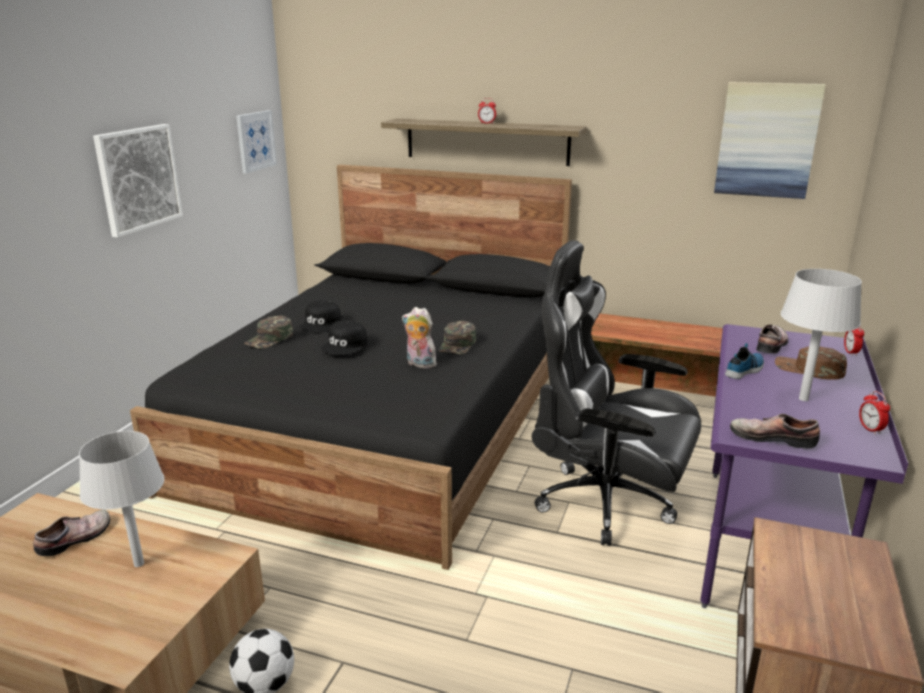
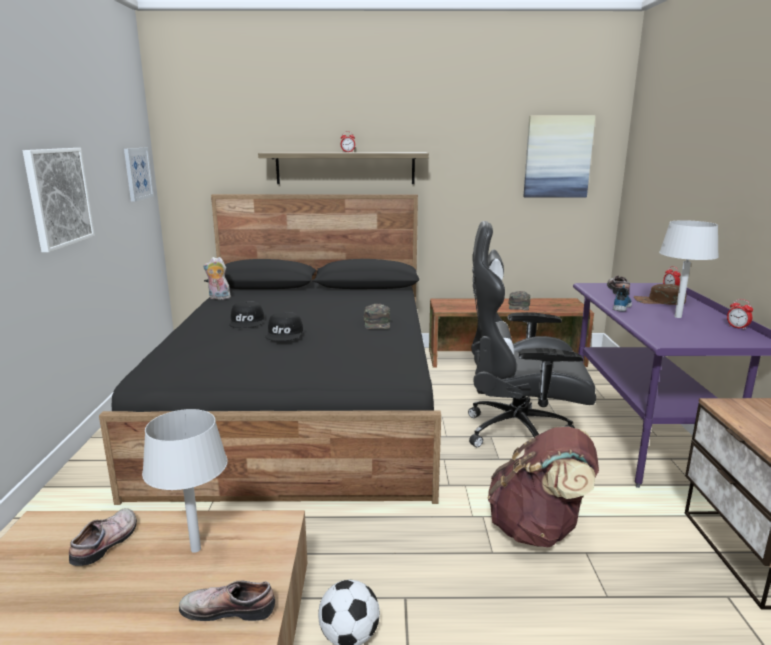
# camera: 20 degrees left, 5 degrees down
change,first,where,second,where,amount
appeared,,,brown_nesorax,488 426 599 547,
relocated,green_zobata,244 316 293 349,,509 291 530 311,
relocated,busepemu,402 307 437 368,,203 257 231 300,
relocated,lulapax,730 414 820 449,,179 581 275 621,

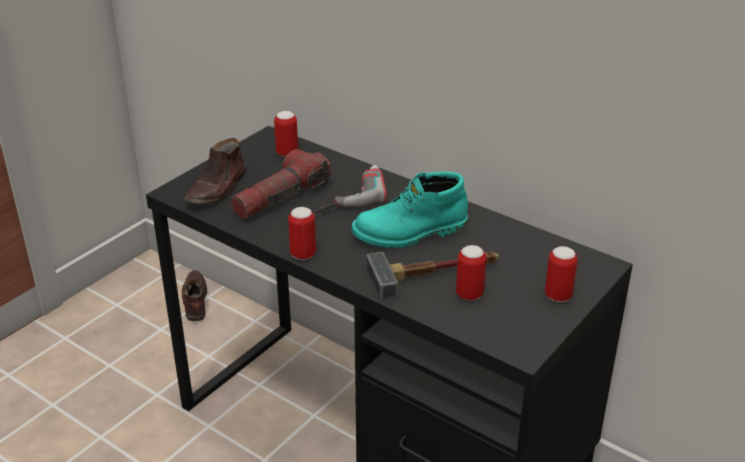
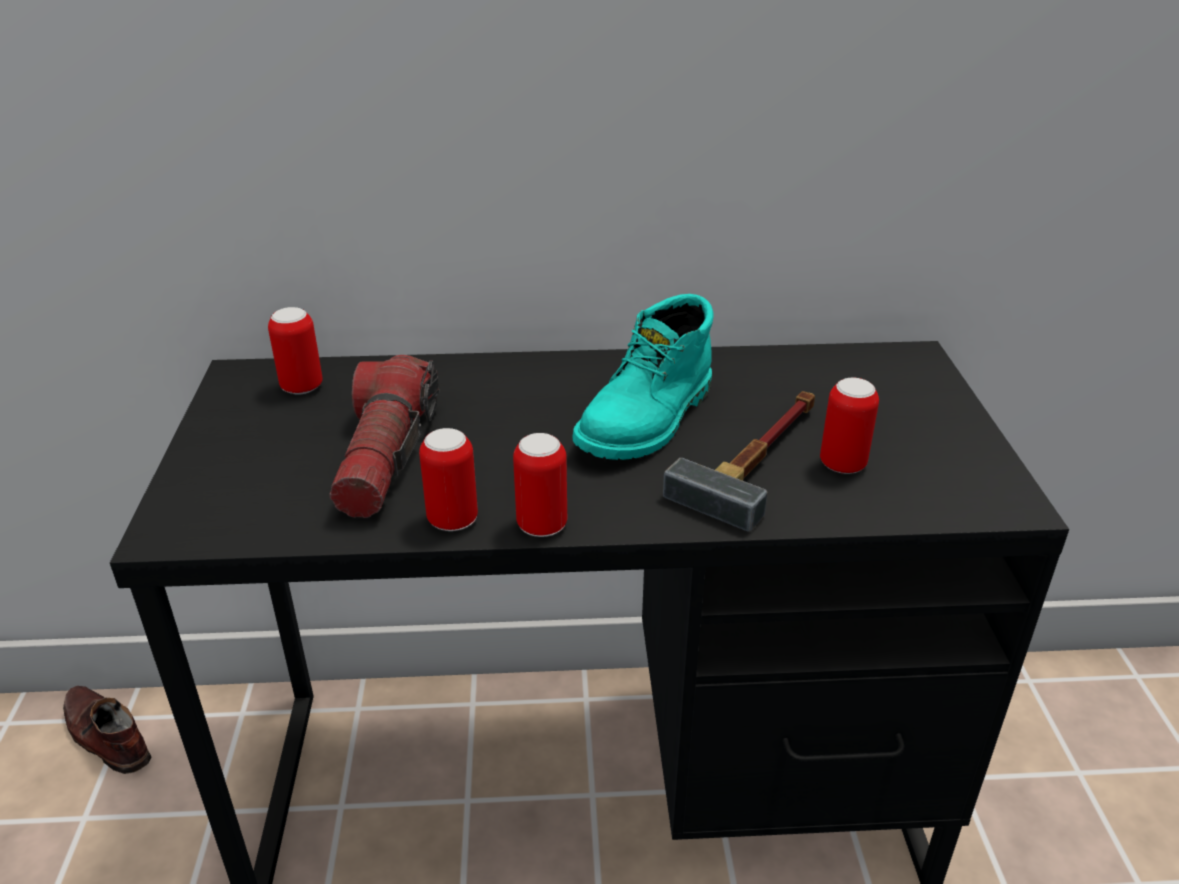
# camera: 40 degrees left, 0 degrees up
change,first,where,second,where,amount
missing,brown_lulapax,184 138 247 204,,,
missing,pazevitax,315 165 387 212,,,
relocated,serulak,545 246 578 302,,419 428 478 531,

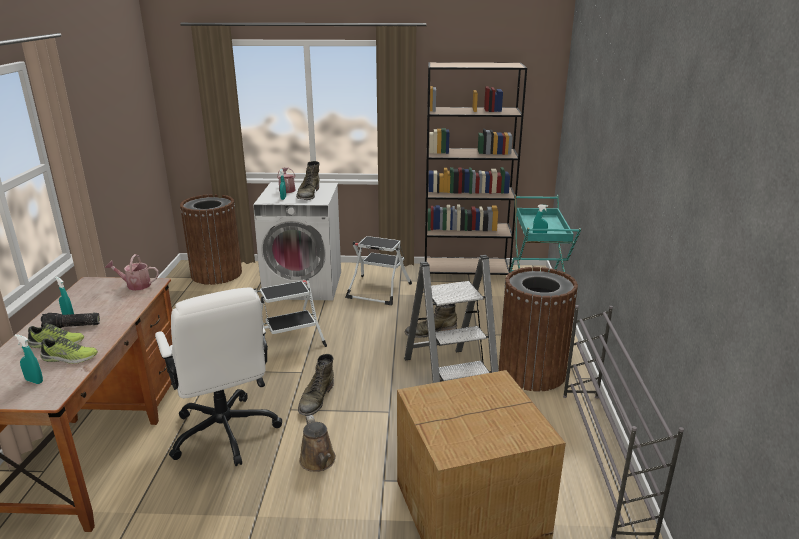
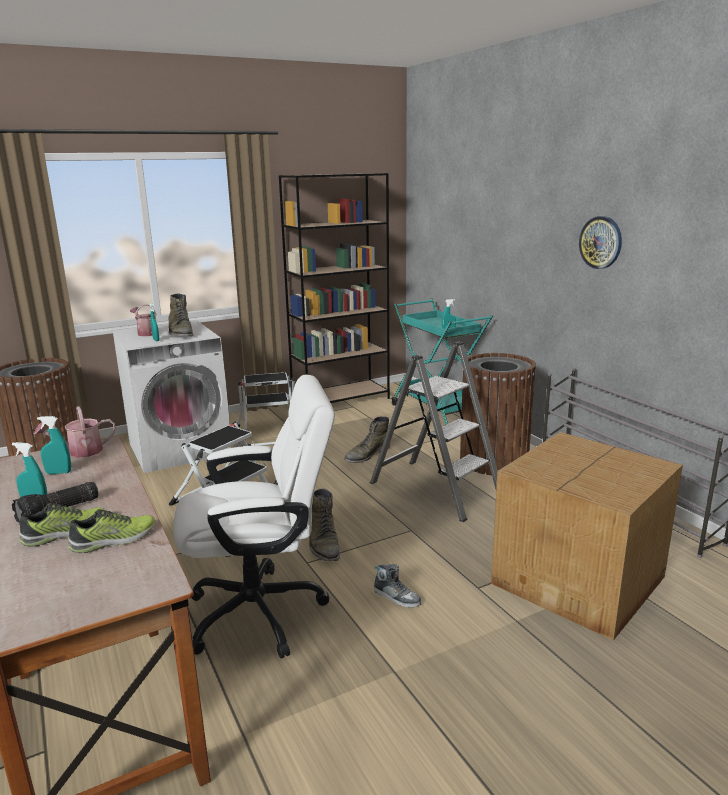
# camera: 30 degrees left, 5 degrees down
change,first,where,second,where,amount
appeared,,,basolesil,579 216 622 269,
relocated,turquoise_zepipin,14 334 43 384,,37 416 71 474,
exchanged,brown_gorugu,299 415 336 472,lulapax,374 564 421 608,
spun,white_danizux,155 288 282 466,,173 375 335 659,45 degrees counterclockwise

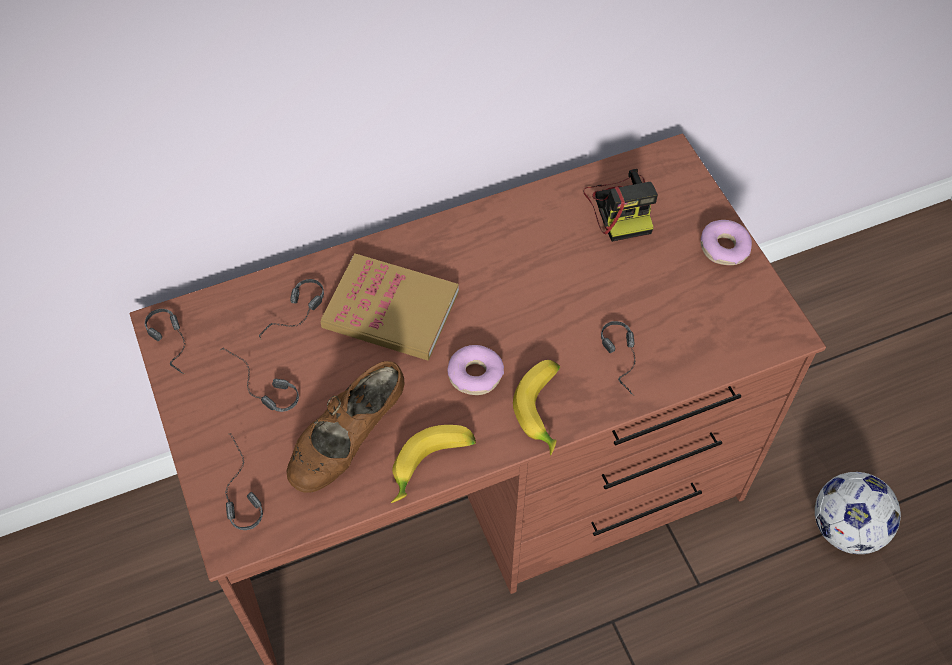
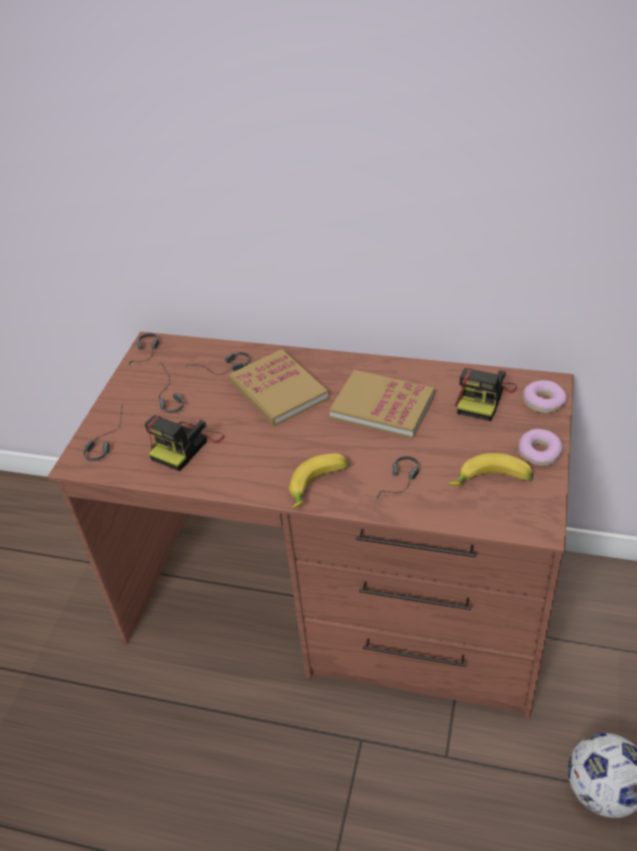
# camera: 40 degrees right, 15 degrees down
change,first,where,second,where,amount
appeared,,,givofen,329 370 435 439,
relocated,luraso,391 425 476 503,,447 453 533 486,
relocated,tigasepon,447 345 504 395,,523 380 567 413,
exchanged,brown_lulapax,287 361 404 493,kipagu,145 415 225 471,

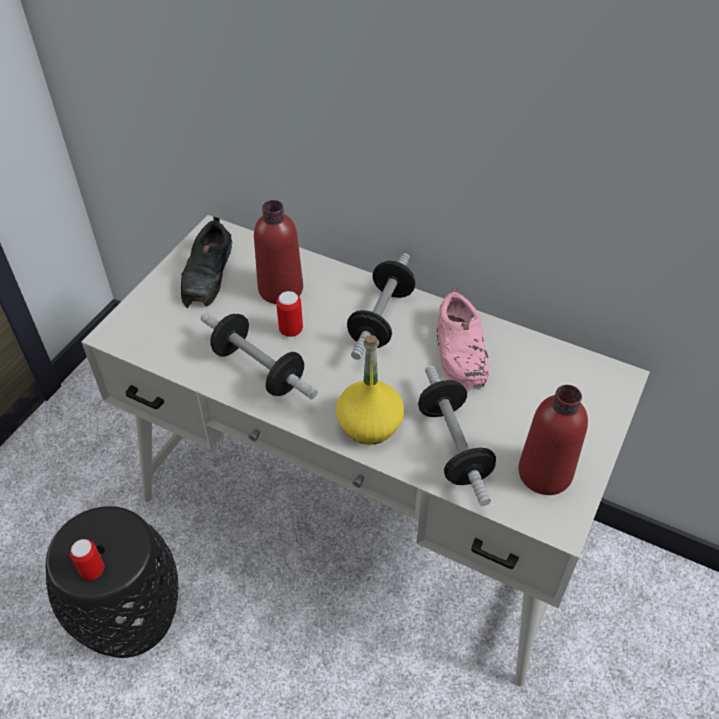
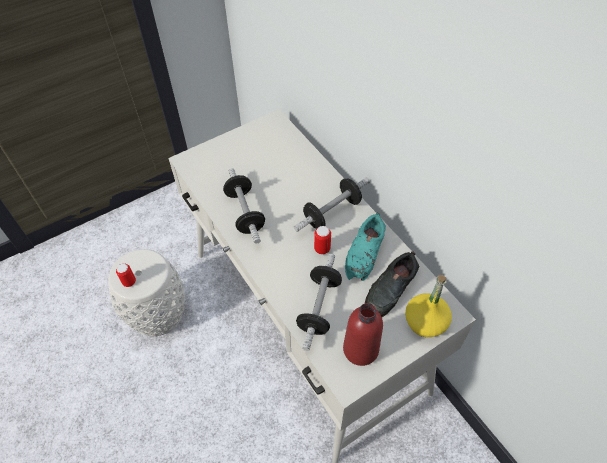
# camera: 30 degrees right, 5 degrees up
change,first,where,second,where,amount
missing,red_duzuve,254 200 303 304,,,
relocated,black_lulapax,181 217 232 308,,365 251 419 317,
relocated,serulak,276 291 303 337,,314 226 331 255,
relocated,yellow_duzuve,336 335 404 444,,405 275 452 337,
colour,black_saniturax,46 506 178 658,white_saniturax,109 249 185 336,
colour,pink_lulapax,437 289 489 393,turquoise_lulapax,345 212 386 281,

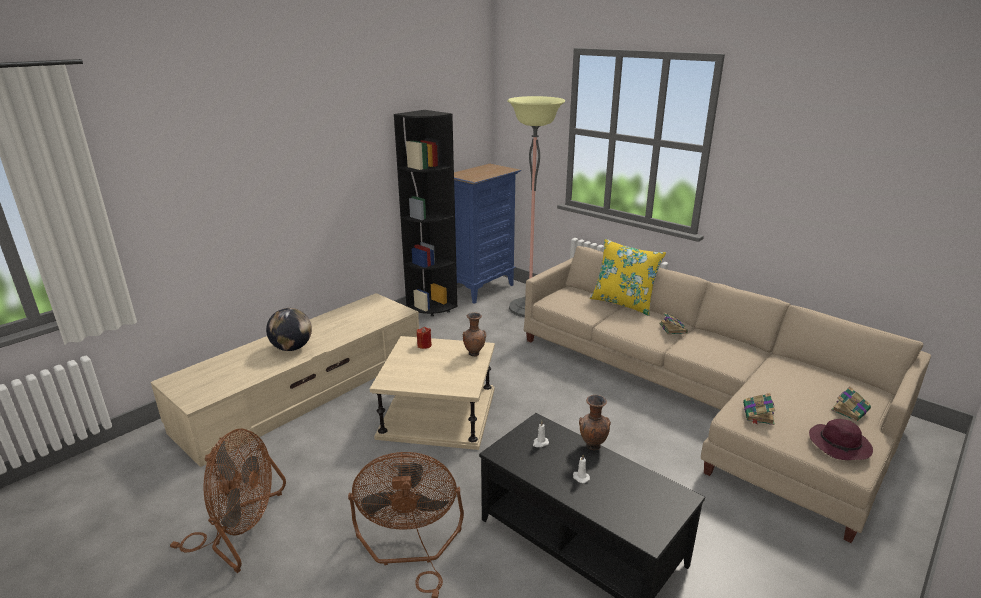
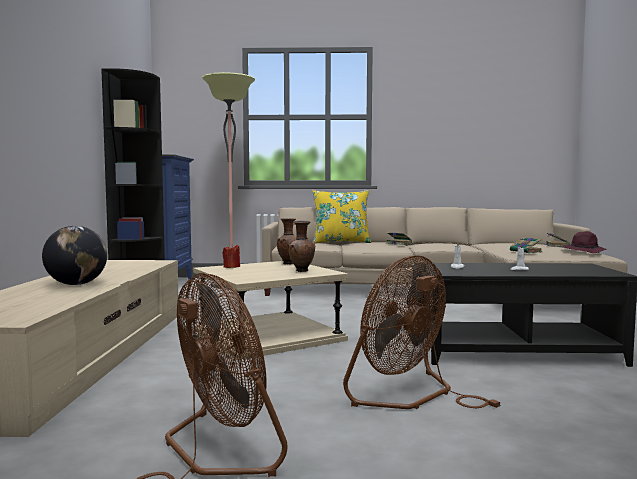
# camera: 40 degrees left, 20 degrees down
change,first,where,second,where,amount
relocated,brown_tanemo,579 395 611 450,,287 221 315 272,

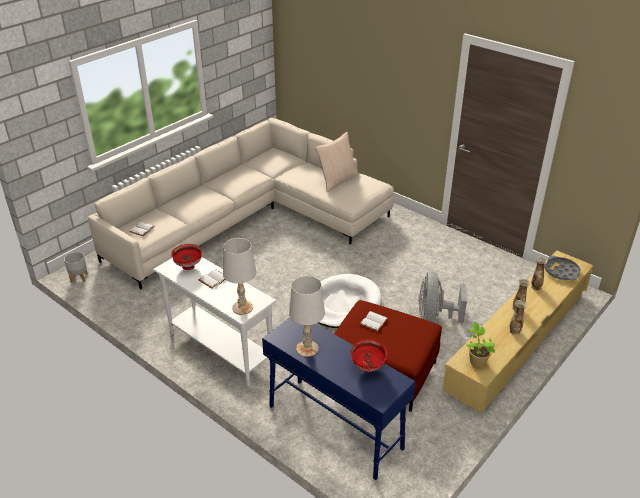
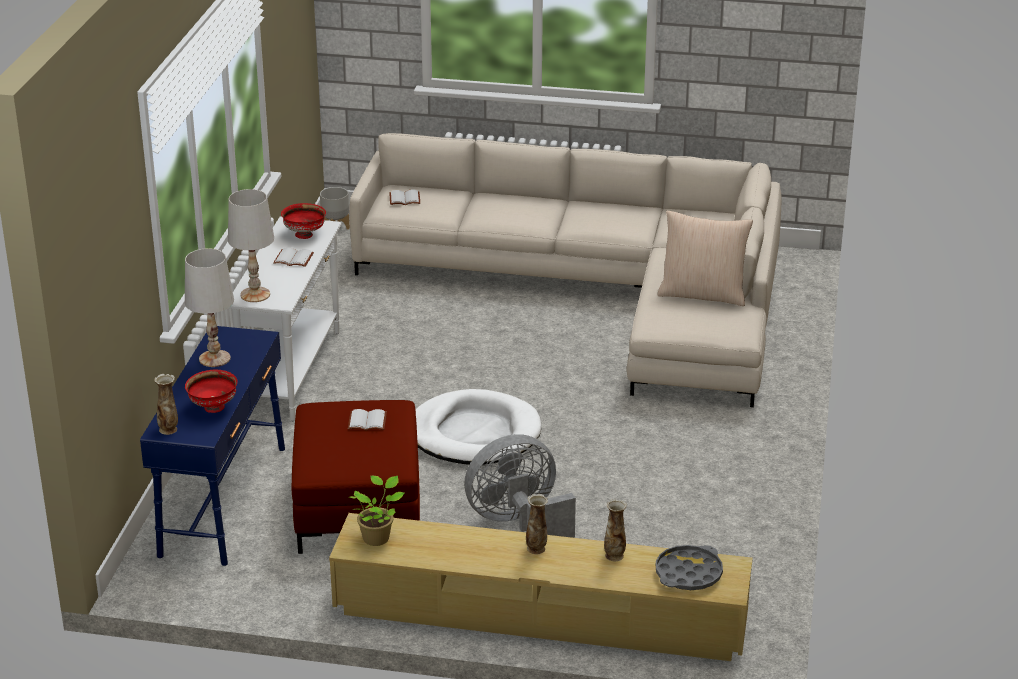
# camera: 60 degrees right, 5 degrees down
change,first,where,second,where,amount
relocated,tanemo,509 300 527 335,,154 374 178 435,

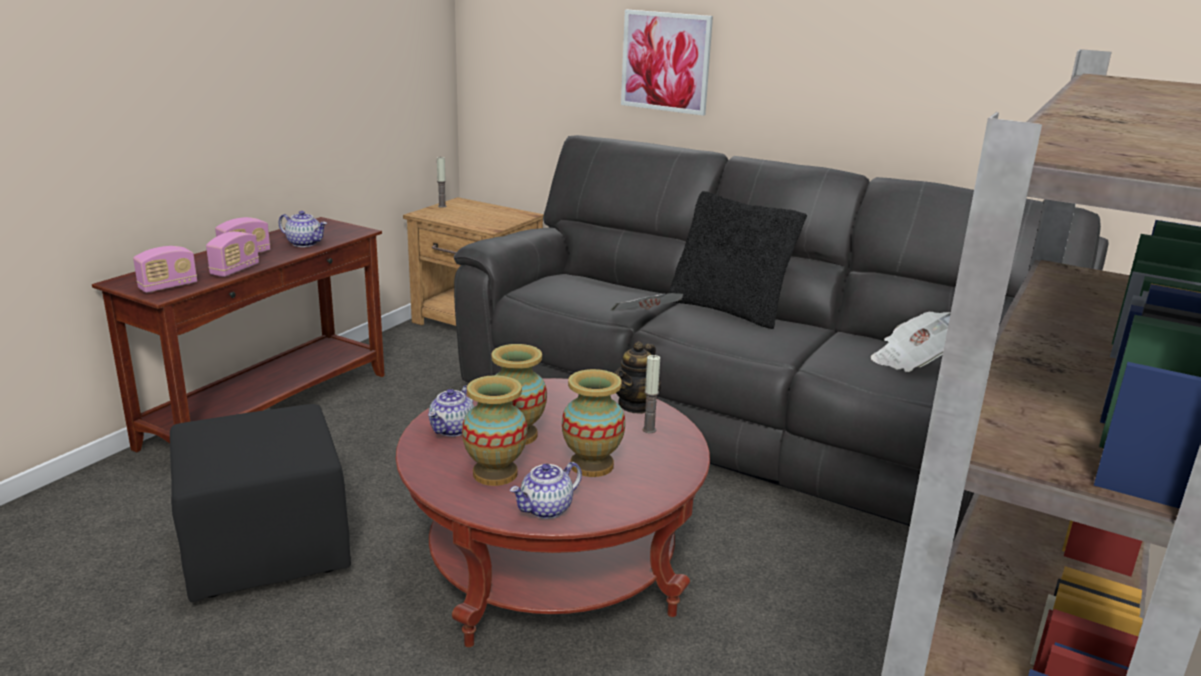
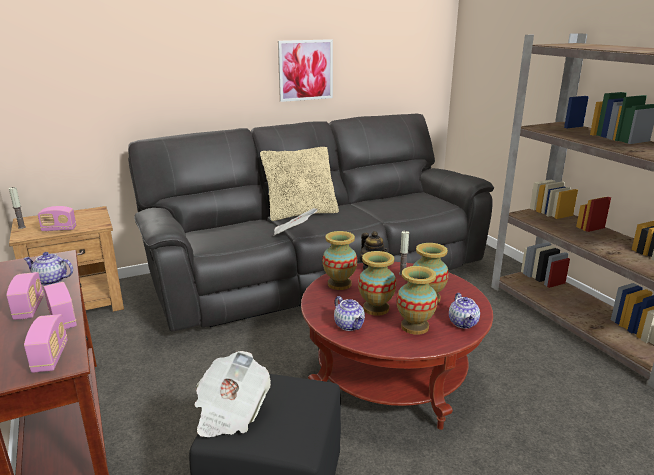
# camera: 55 degrees left, 0 degrees up
change,first,where,second,where,amount
appeared,,,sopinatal,38 206 76 231,
appeared,,,tanemo,322 231 357 290,
relocated,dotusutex,621 10 713 116,,278 39 333 102,
relocated,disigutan,871 312 951 372,,195 351 271 437,
colour,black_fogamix,668 191 807 329,beige_fogamix,260 147 339 221,
spun,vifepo,278 211 327 247,,23 252 73 286,135 degrees counterclockwise

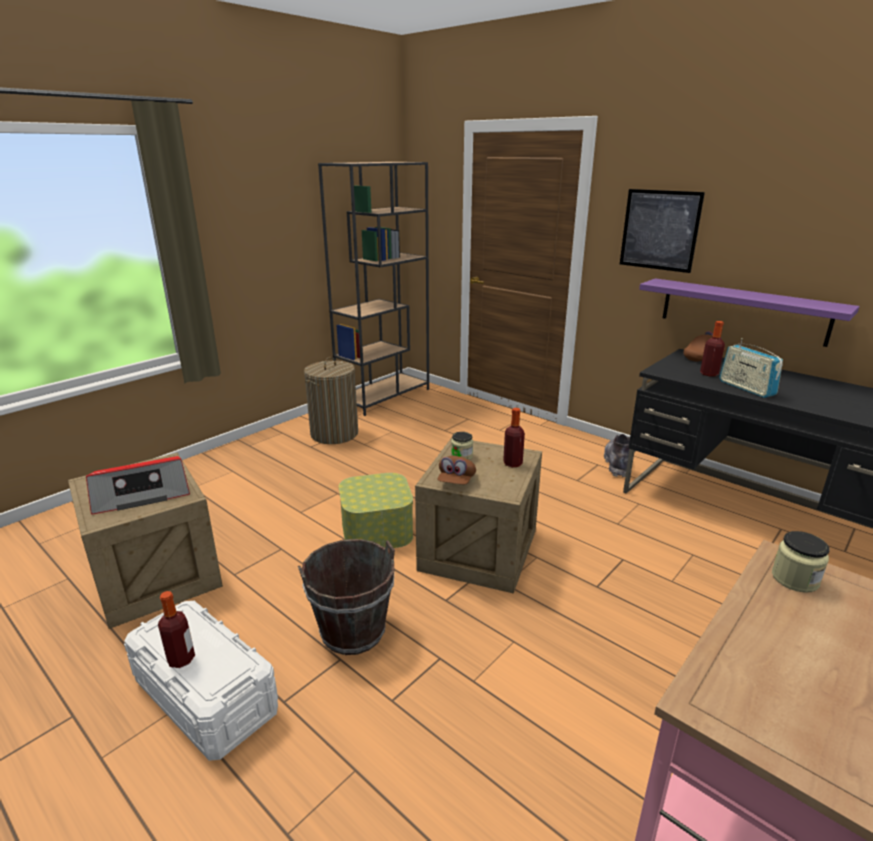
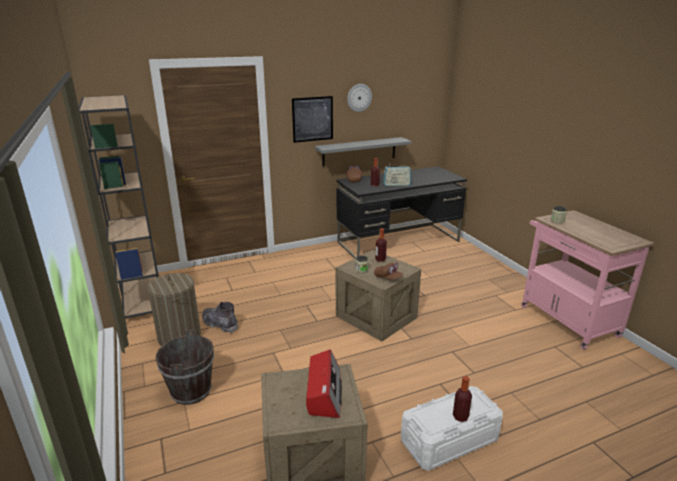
# camera: 65 degrees left, 0 degrees up
change,first,where,second,where,amount
missing,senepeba,339 473 413 548,,,
appeared,,,basolesil,347 84 372 112,
relocated,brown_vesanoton,298 539 395 655,,156 330 214 405,
relocated,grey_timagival,604 434 630 477,,202 302 238 333,
colour,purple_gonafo,639 278 859 347,grey_gonafo,315 137 412 166,

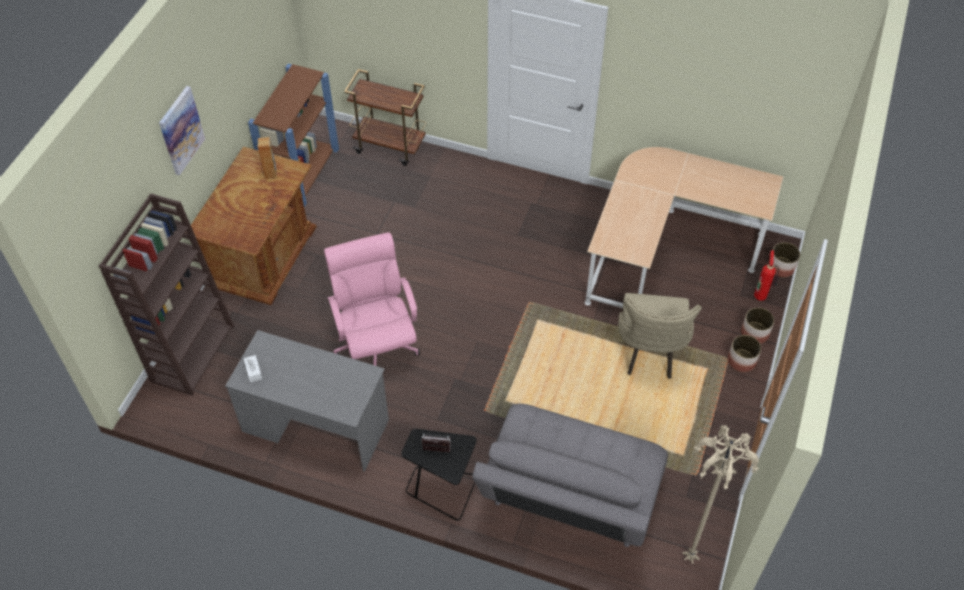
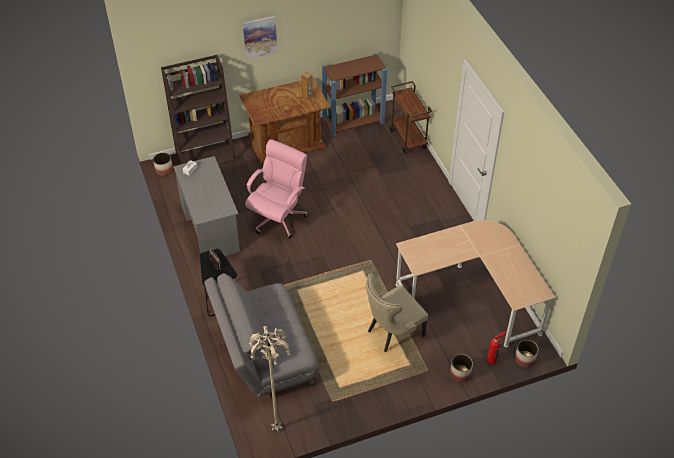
# camera: 50 degrees right, 5 degrees down
change,first,where,second,where,amount
relocated,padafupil,728 335 761 372,,153 153 173 175,

